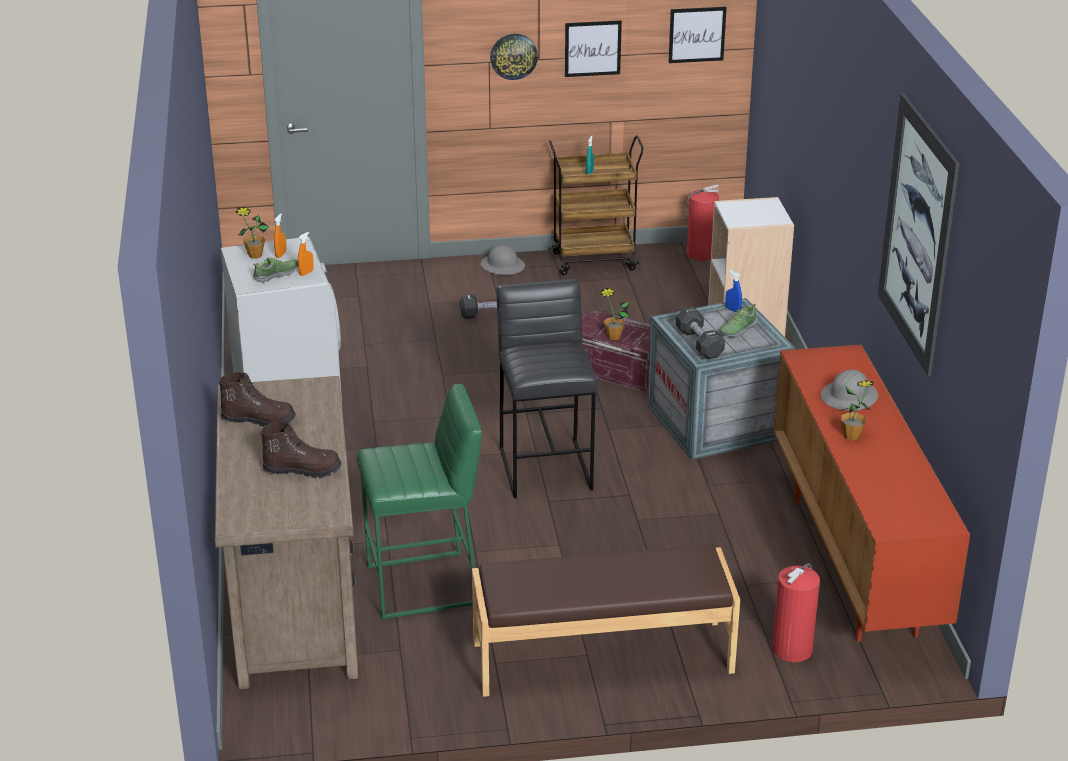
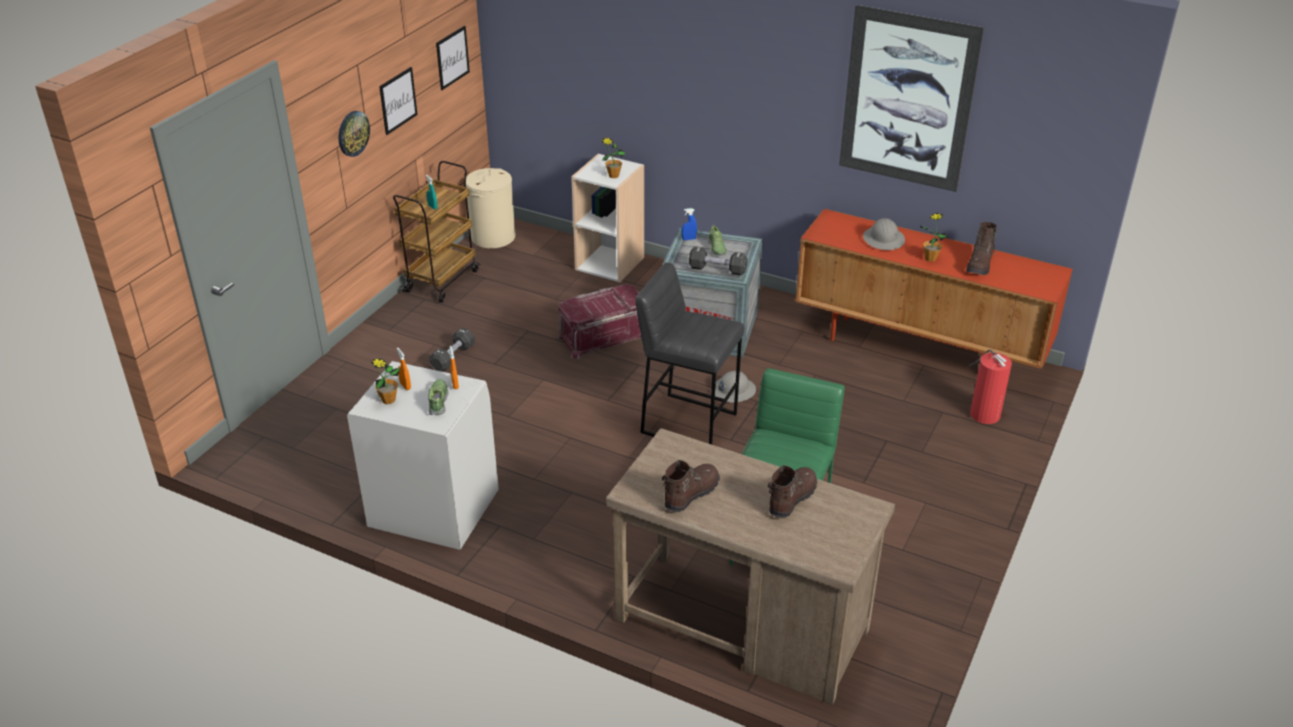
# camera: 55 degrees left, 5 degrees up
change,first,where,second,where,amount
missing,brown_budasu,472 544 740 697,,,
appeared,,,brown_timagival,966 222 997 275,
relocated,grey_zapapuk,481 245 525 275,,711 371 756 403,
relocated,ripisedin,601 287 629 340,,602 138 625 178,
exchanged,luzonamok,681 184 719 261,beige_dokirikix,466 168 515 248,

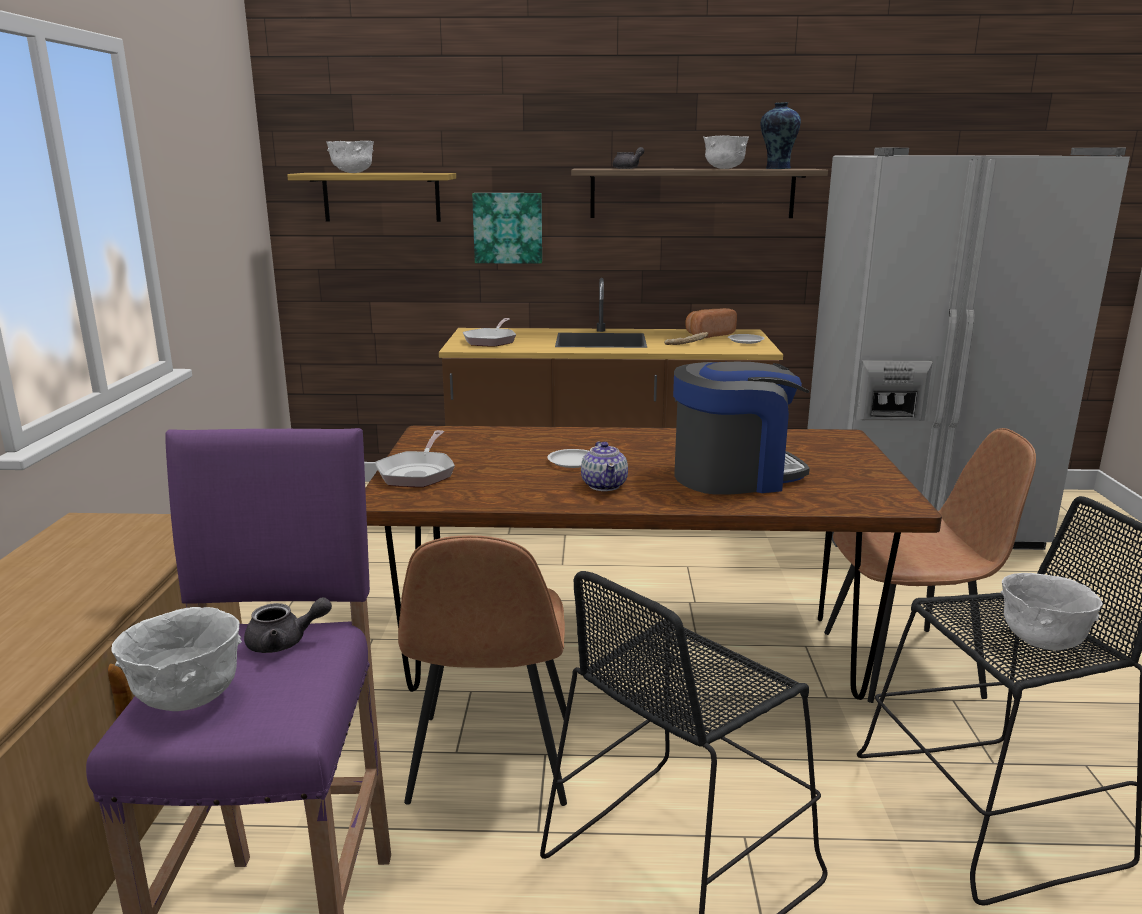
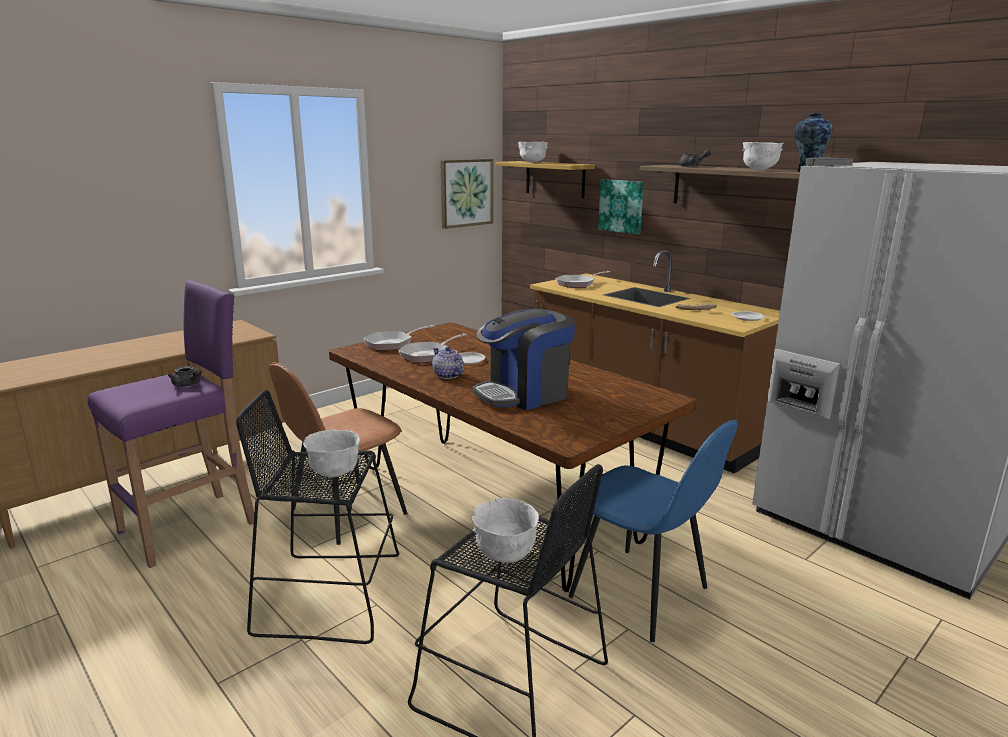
# camera: 45 degrees right, 0 degrees up
change,first,where,second,where,amount
missing,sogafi,685 308 737 338,,,
appeared,,,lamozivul,399 333 467 363,
appeared,,,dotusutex,440 159 493 229,
relocated,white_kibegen,111 607 242 711,,303 430 360 477,
colour,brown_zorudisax,824 428 1036 703,blue_zorudisax,568 420 737 642,
spun,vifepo,581 442 628 491,,432 346 464 379,105 degrees clockwise
spun,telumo,673 362 810 495,,472 309 575 410,120 degrees clockwise

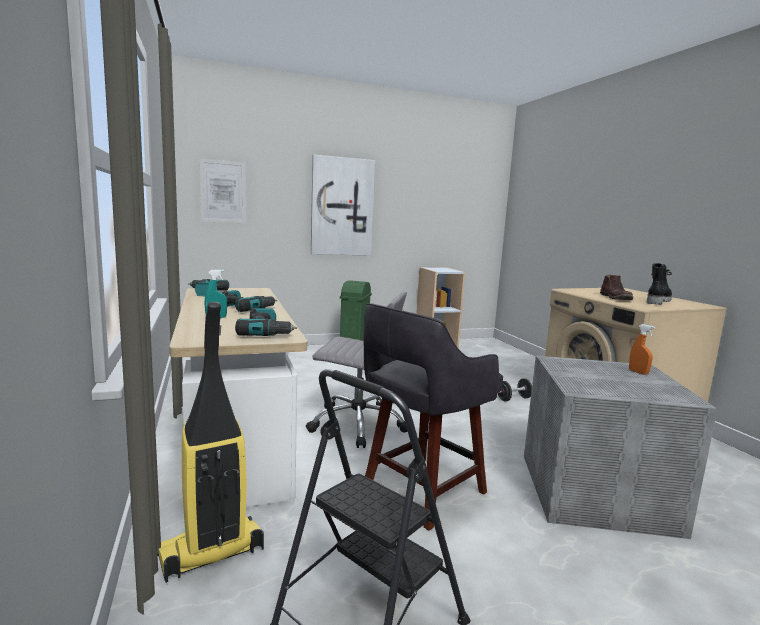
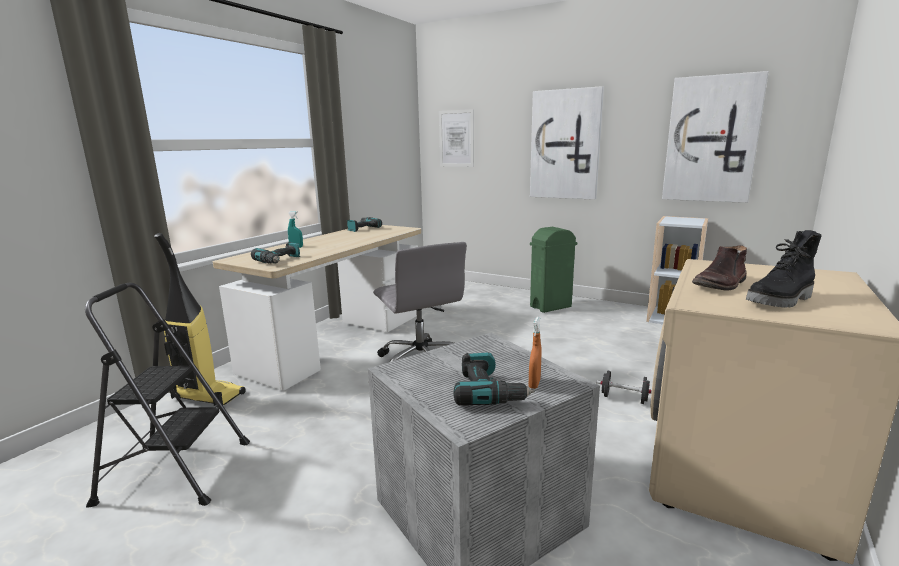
# camera: 50 degrees right, 5 degrees up
change,first,where,second,where,amount
missing,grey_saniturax,363 303 503 531,,,
appeared,,,dotusutex,662 71 769 203,
relocated,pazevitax,222 290 277 312,,453 353 535 406,
spun,black_timagival,647 263 672 305,,746 230 822 308,150 degrees clockwise

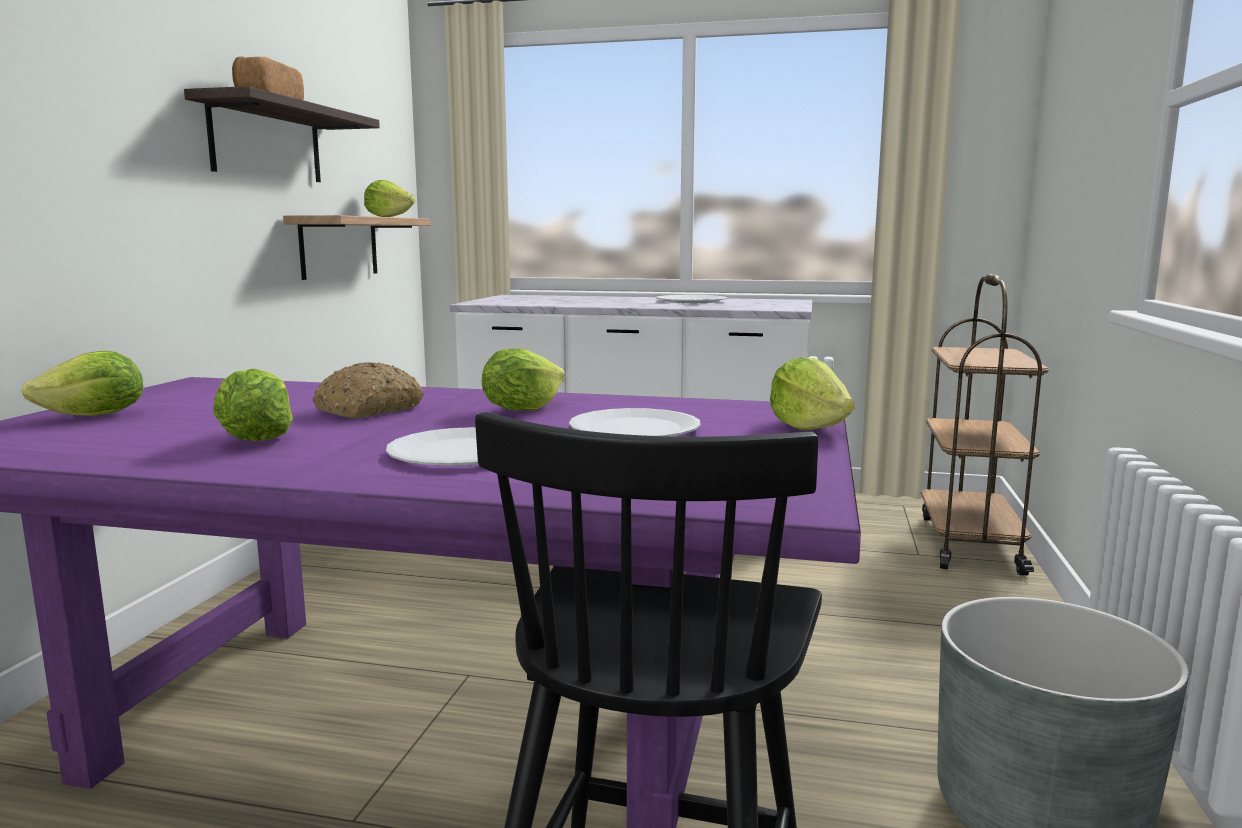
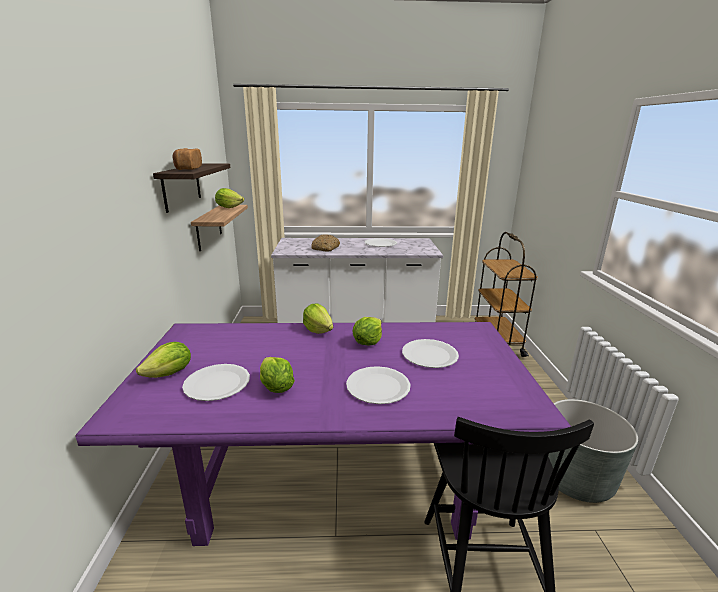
# camera: 15 degrees left, 10 degrees up
change,first,where,second,where,amount
appeared,,,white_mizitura,182 364 250 401,
relocated,sogafi,313 362 424 419,,311 234 340 252,
relocated,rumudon,770 357 855 430,,303 303 333 334,

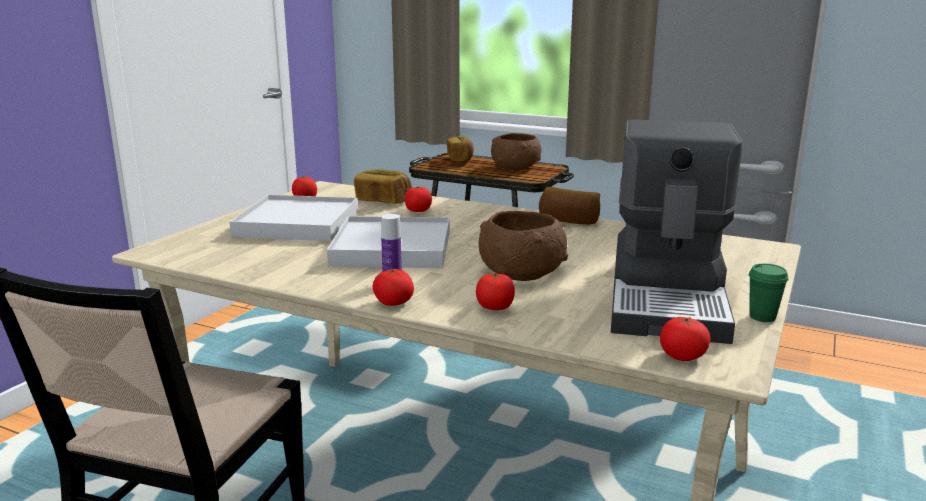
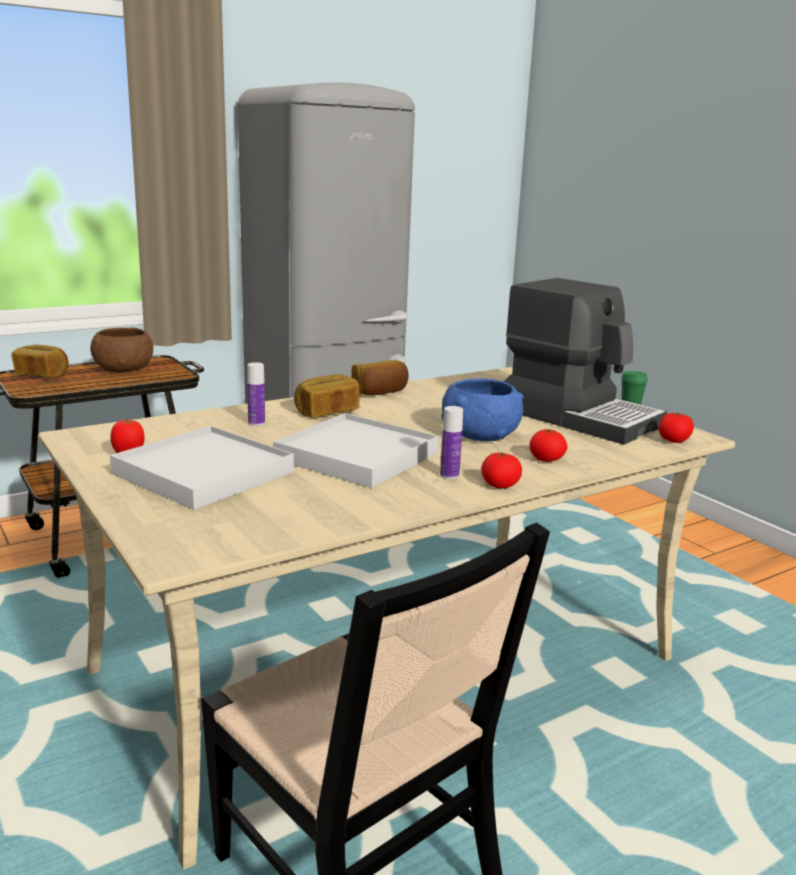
# camera: 60 degrees left, 0 degrees up
change,first,where,second,where,amount
relocated,sogafi,354 169 412 204,,294 375 359 418,
exchanged,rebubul,405 187 432 212,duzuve,247 362 265 426,
colour,brown_kibegen,479 211 568 281,blue_kibegen,441 378 523 441,

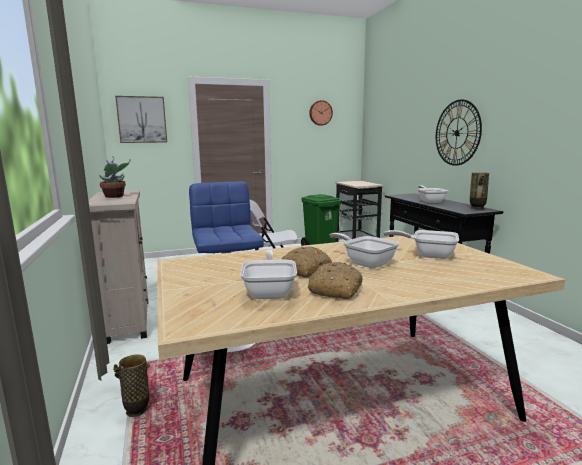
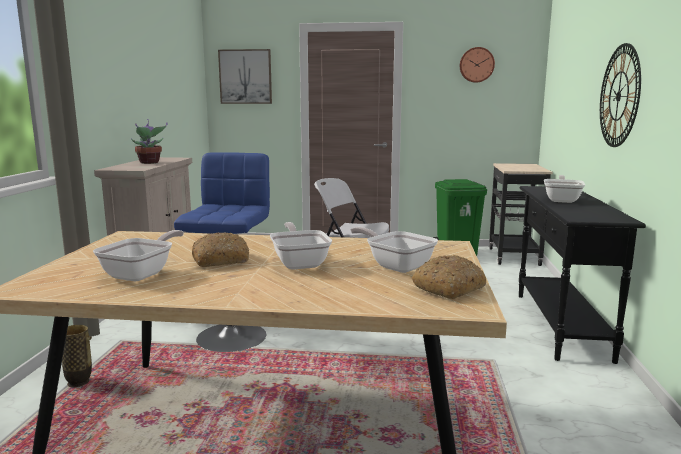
# camera: 25 degrees right, 0 degrees up
change,first,where,second,where,amount
missing,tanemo,470 173 489 209,,,
relocated,sogafi,308 262 363 299,,412 255 486 299,

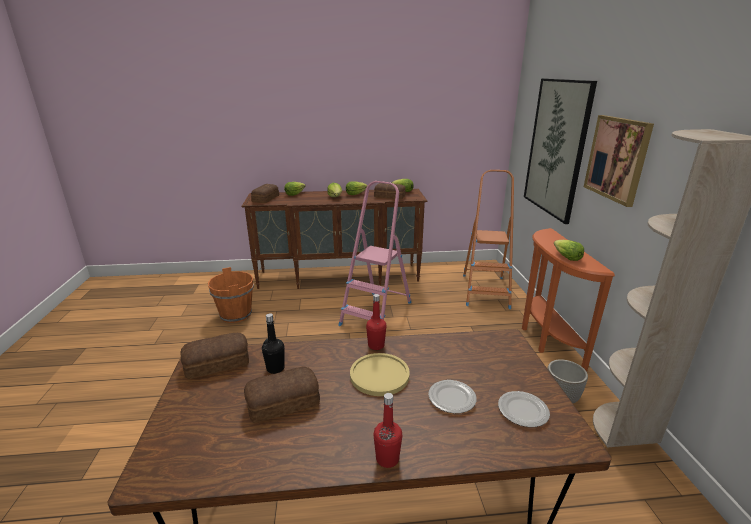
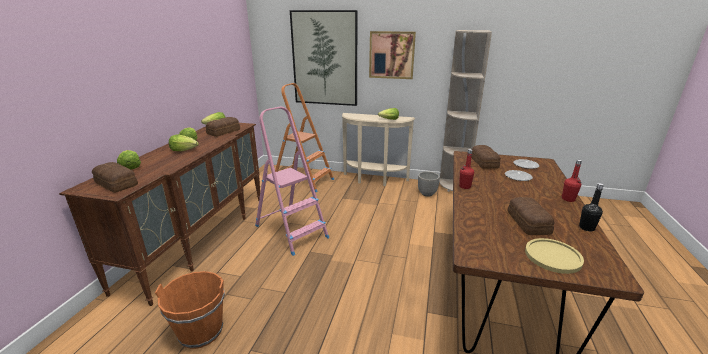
# camera: 70 degrees left, 0 degrees up
change,first,where,second,where,amount
relocated,sogafi,181 333 249 379,,471 145 501 169,
relocated,black_duzuve,262 313 285 374,,579 183 604 231,
relocated,yellow_mizitura,350 353 410 396,,525 238 584 274,
colour,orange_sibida,522 228 615 371,beige_sibida,342 113 415 186,

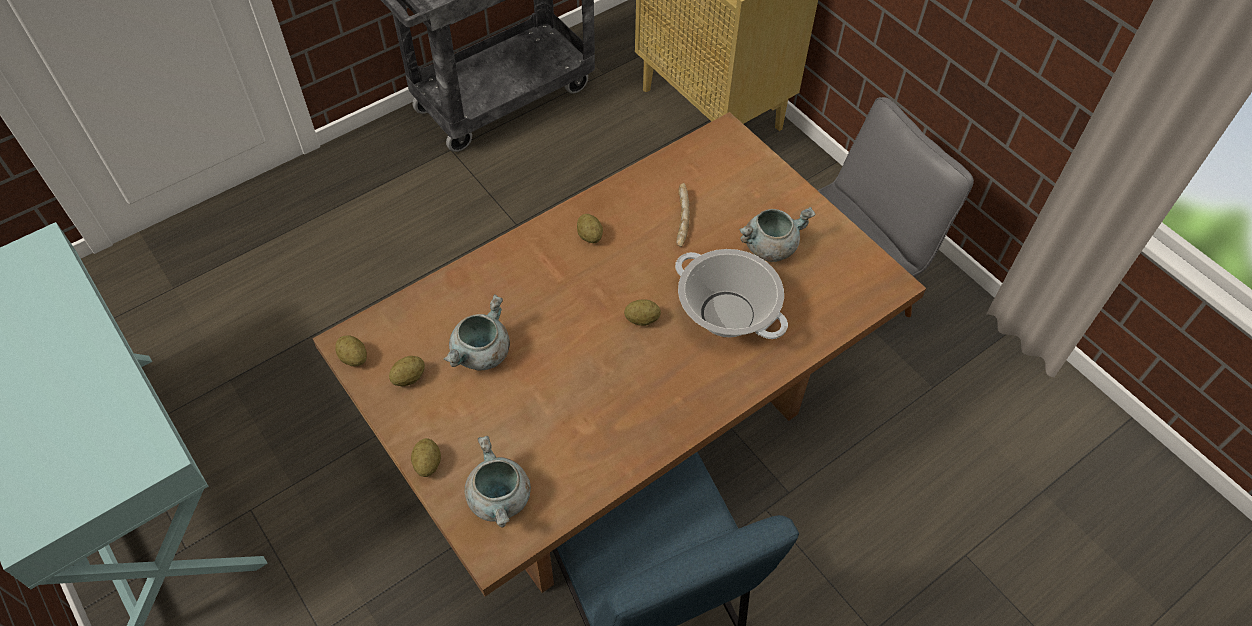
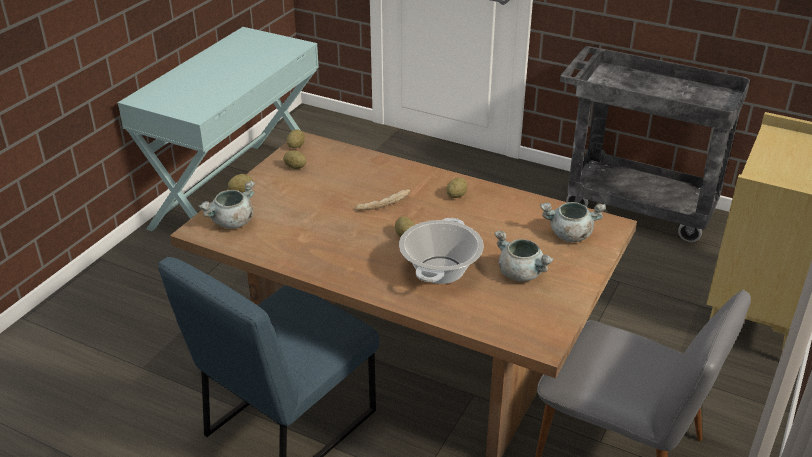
# camera: 65 degrees right, 20 degrees down
change,first,where,second,where,amount
relocated,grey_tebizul,444 294 510 370,,540 202 606 242,
relocated,sogafi,676 183 690 247,,356 189 410 211,

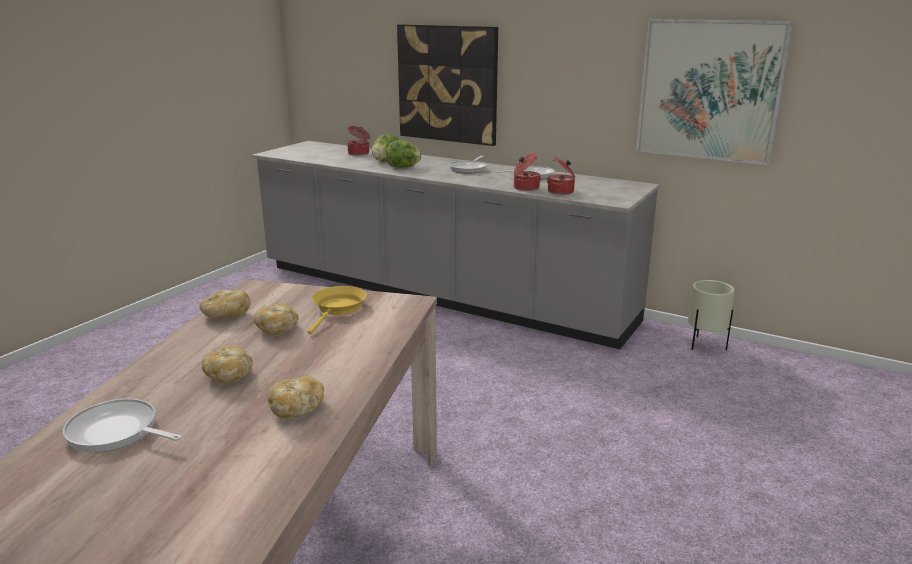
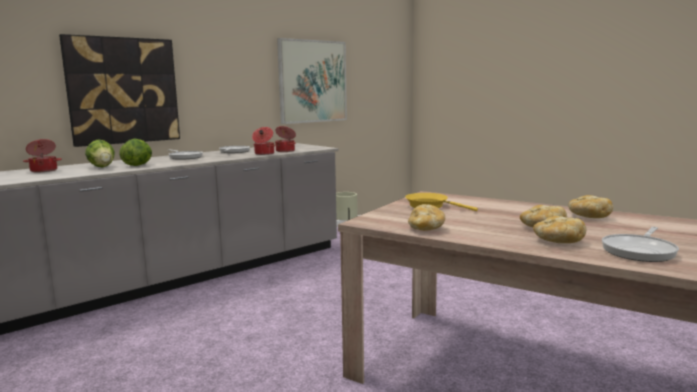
# camera: 70 degrees left, 10 degrees down
change,first,where,second,where,amount
relocated,sogafi,254 303 299 335,,533 216 586 243,

